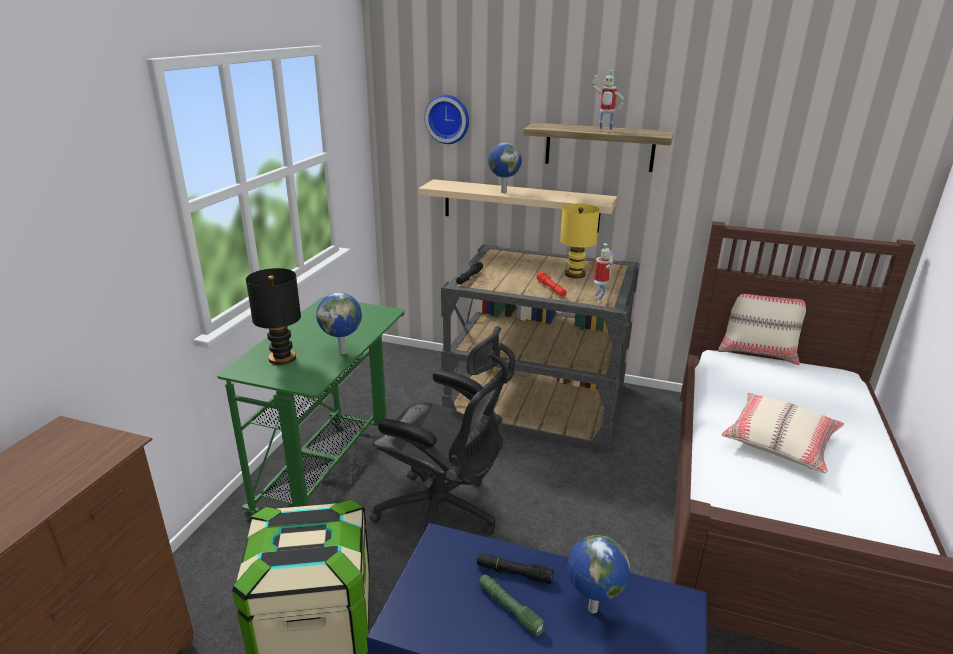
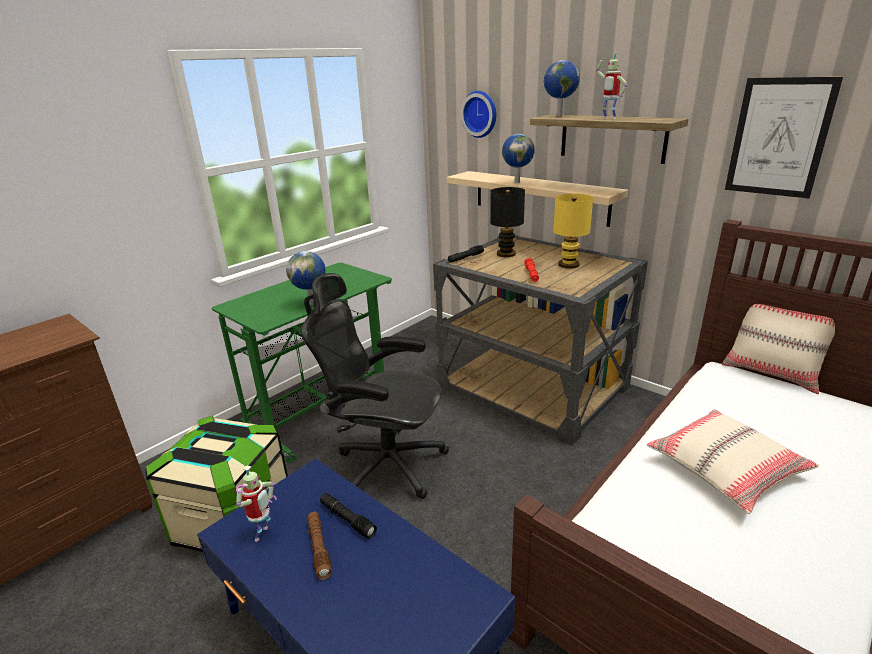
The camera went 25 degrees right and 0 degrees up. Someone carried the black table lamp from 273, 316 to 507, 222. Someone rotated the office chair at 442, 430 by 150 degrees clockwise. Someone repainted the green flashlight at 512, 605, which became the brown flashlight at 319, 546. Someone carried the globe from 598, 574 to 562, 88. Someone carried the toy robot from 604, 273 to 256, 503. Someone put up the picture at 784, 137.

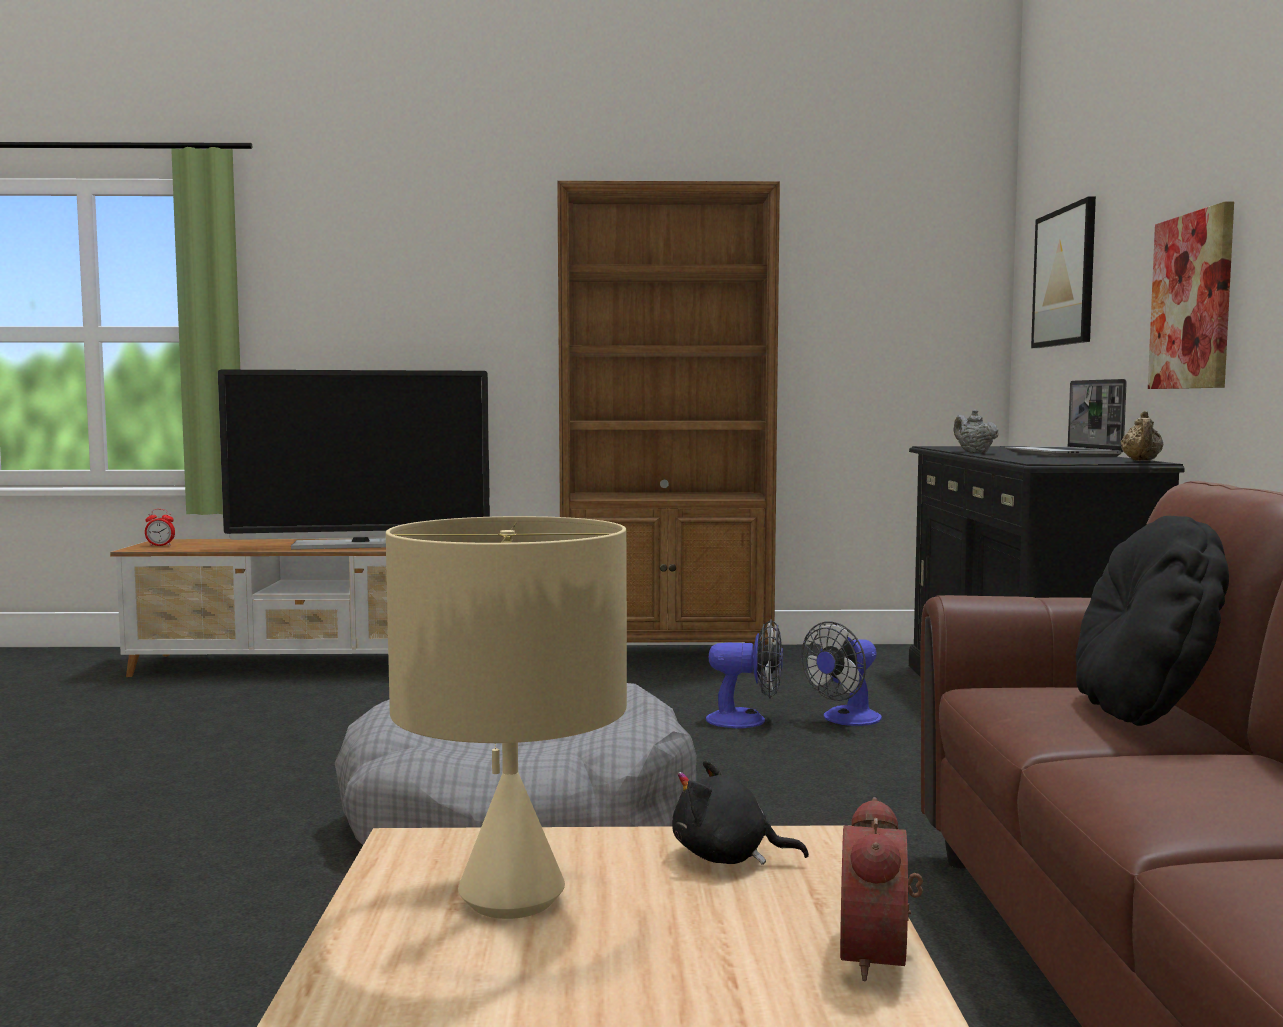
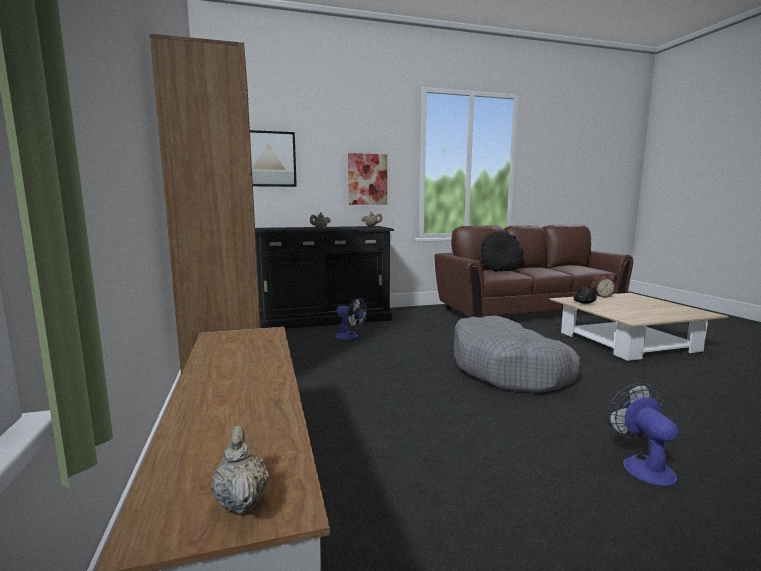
The camera went 105 degrees left and 5 degrees up. Someone swapped the alarm clock at 160, 527 for the beige teapot at 240, 469. Someone took away the television at 354, 460. Someone took away the beige table lamp at 506, 717. Someone carried the fan from 744, 673 to 643, 434. Someone took away the laptop at 1066, 418.

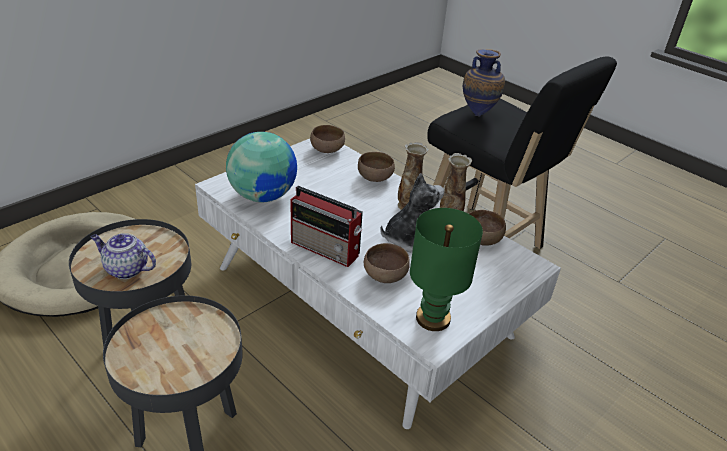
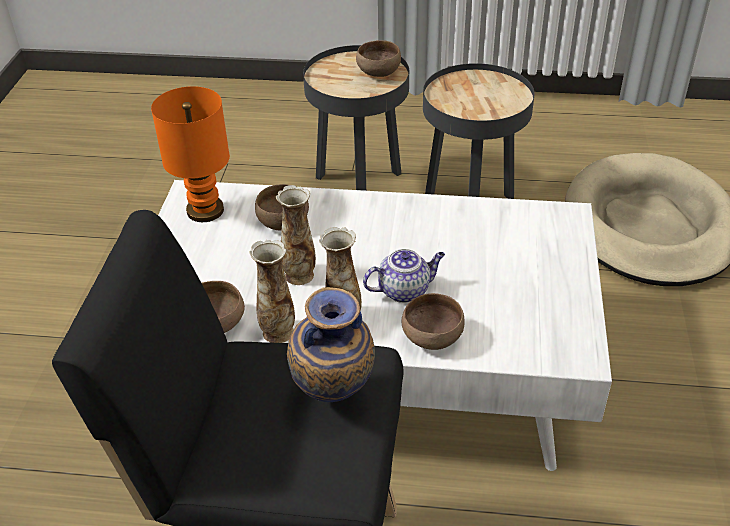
The camera went 145 degrees right and 5 degrees up. Someone carried the teapot from 123, 256 to 404, 276. Someone took away the globe at 261, 167. Someone took away the radio at 326, 226. Someone carried the brown bowl from 327, 139 to 378, 58. Someone swapped the plush toy at 412, 212 for the vase at 296, 235. Someone repainted the green table lamp at 446, 269, which became the orange table lamp at 190, 154.

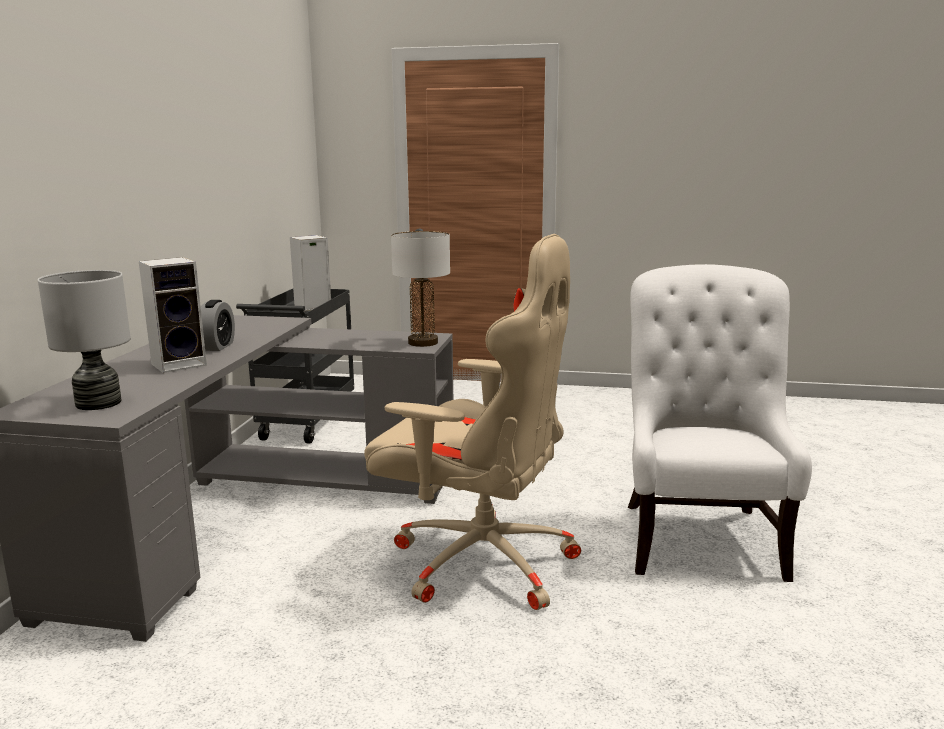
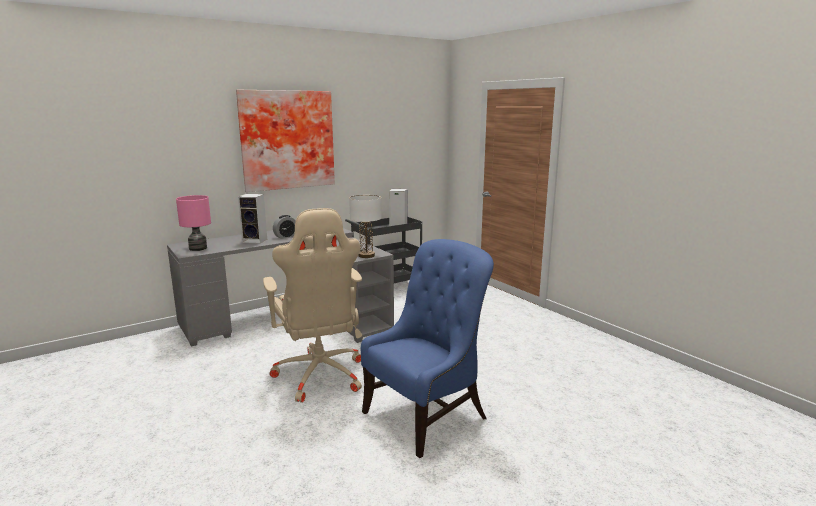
The camera went 45 degrees right and 0 degrees up. Someone repainted the grey table lamp at 84, 340, which became the pink table lamp at 193, 223. Someone repainted the white chair at 720, 423, which became the blue chair at 427, 348. Someone put up the picture at 285, 141.

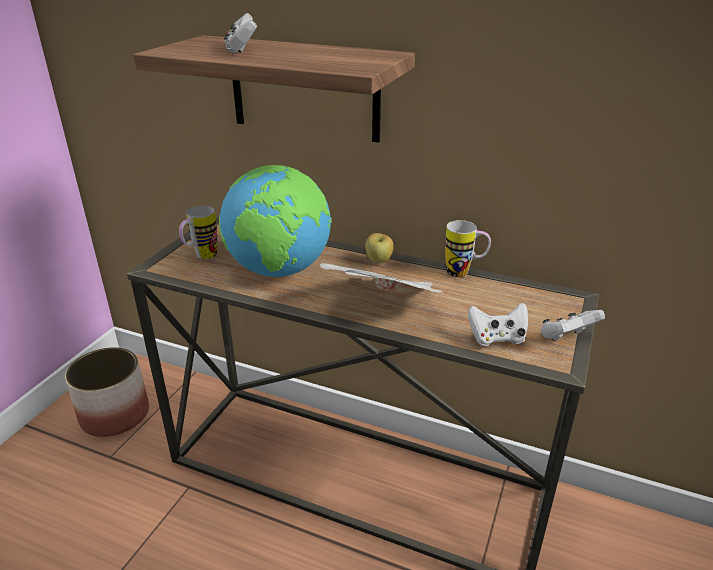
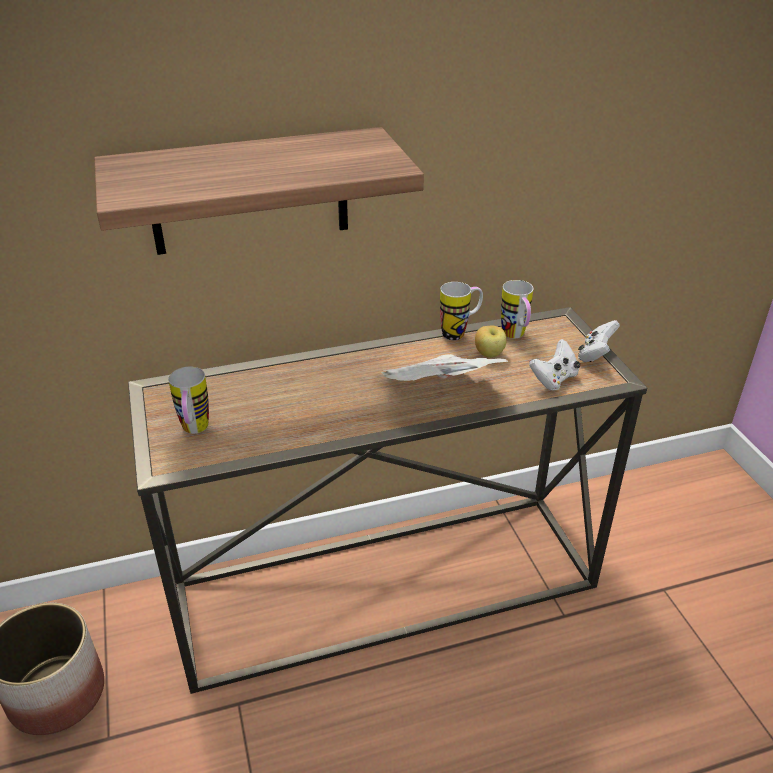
The camera went 40 degrees left and 5 degrees up. Someone took away the globe at 275, 221. Someone took away the white game controller at 240, 33. Someone carried the apple from 379, 248 to 490, 342. Someone put down the mug at 517, 309.

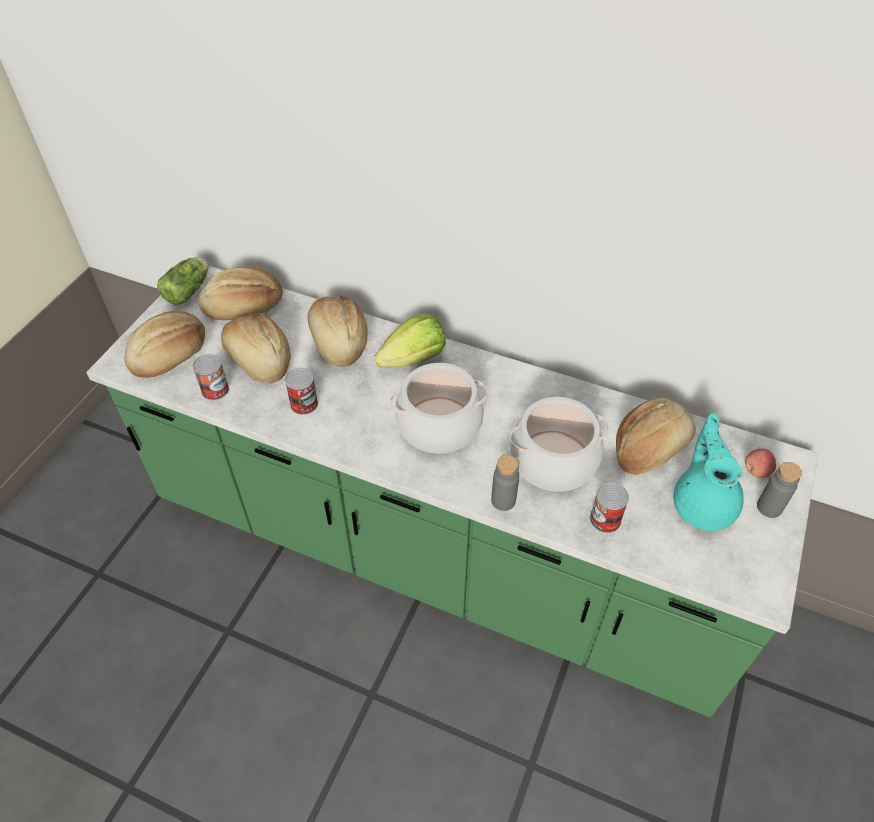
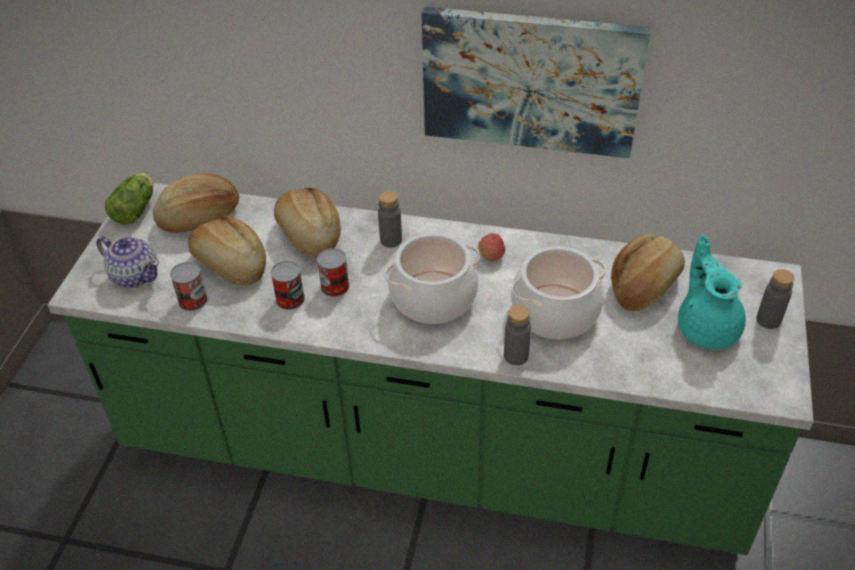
The camera went 10 degrees left and 5 degrees down. Someone swapped the bread at 164, 344 for the teapot at 127, 262. Someone swapped the lettuce at 410, 340 for the grey bottle at 390, 219. Someone carried the can from 609, 507 to 333, 272. Someone carried the apple from 760, 463 to 491, 247. Someone put up the picture at 536, 82.

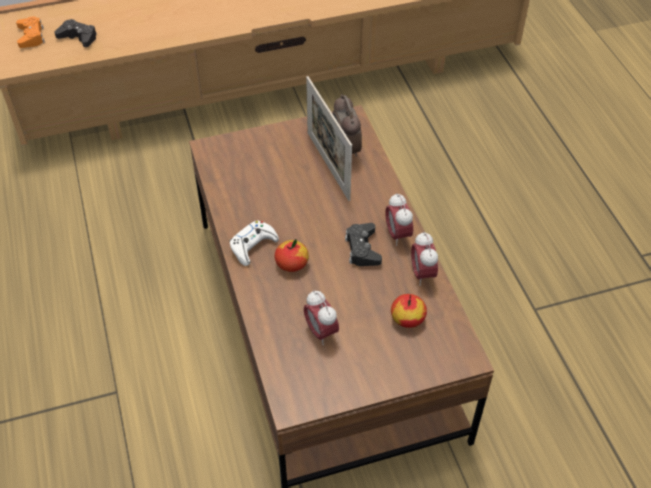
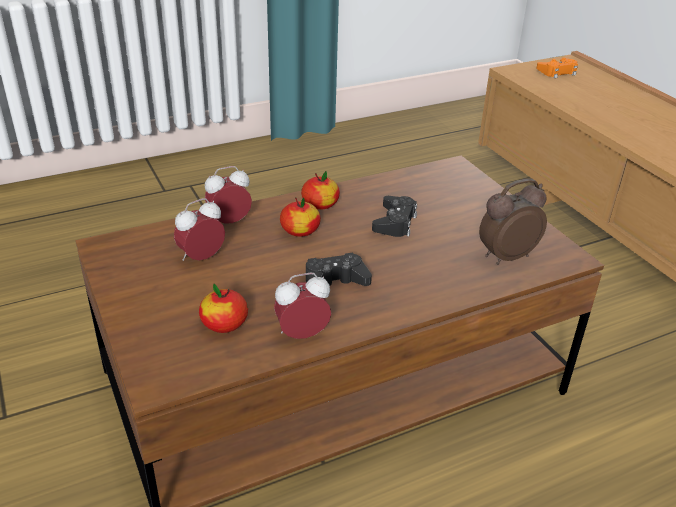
The camera went 80 degrees right and 15 degrees down. Someone carried the black game controller from 75, 33 to 394, 216. Someone swapped the white game controller at 254, 243 for the apple at 320, 190. Someone took away the picture frame at 329, 138. Someone carried the alarm clock from 399, 219 to 228, 195.

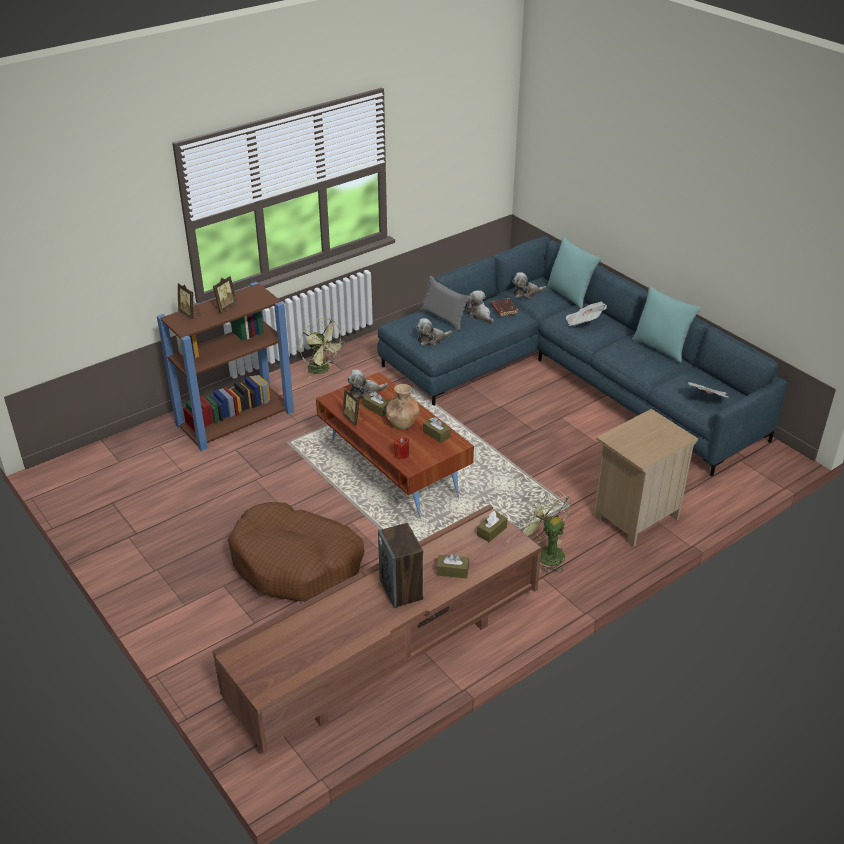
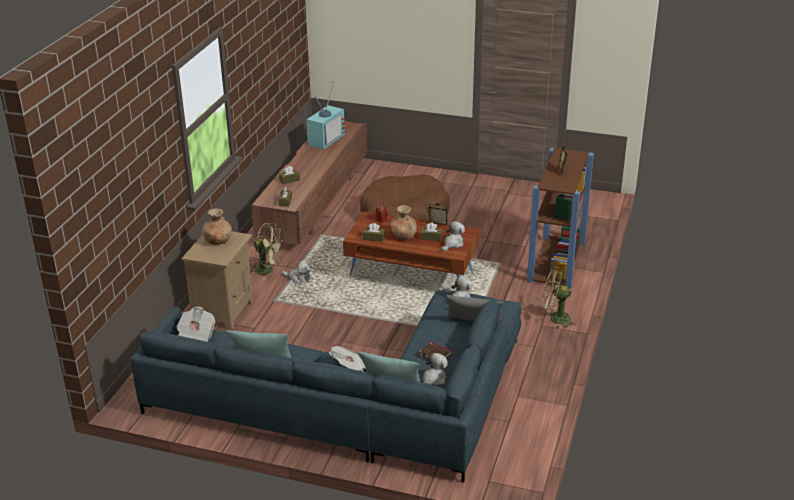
The camera went 145 degrees right and 5 degrees down. Someone took away the picture frame at 189, 301. Someone took away the speaker at 400, 565. Someone carried the plush toy from 480, 306 to 296, 271. Someone put down the brown vase at 217, 227. Someone put down the television at 325, 115.

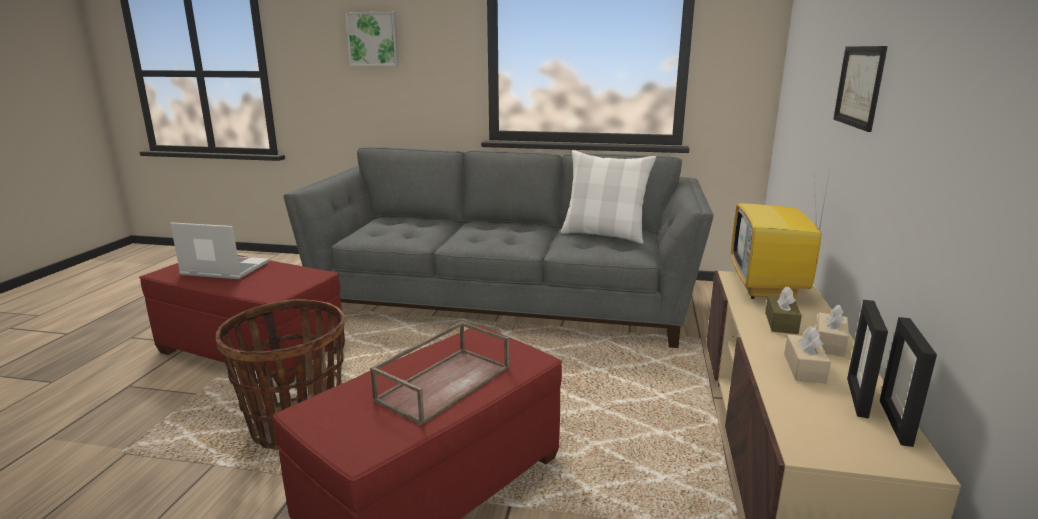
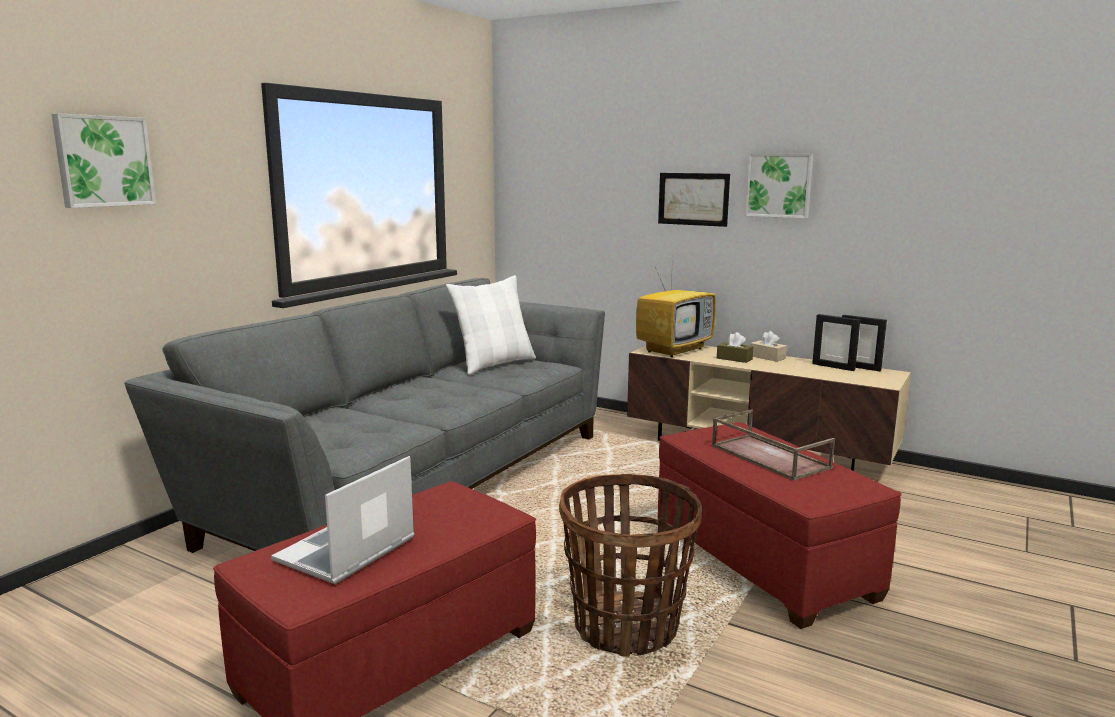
The camera went 70 degrees left and 5 degrees down. Someone rotated the television at 780, 234 by 75 degrees counterclockwise. Someone took away the beige tissue box at 807, 354. Someone put up the picture at 779, 186.

